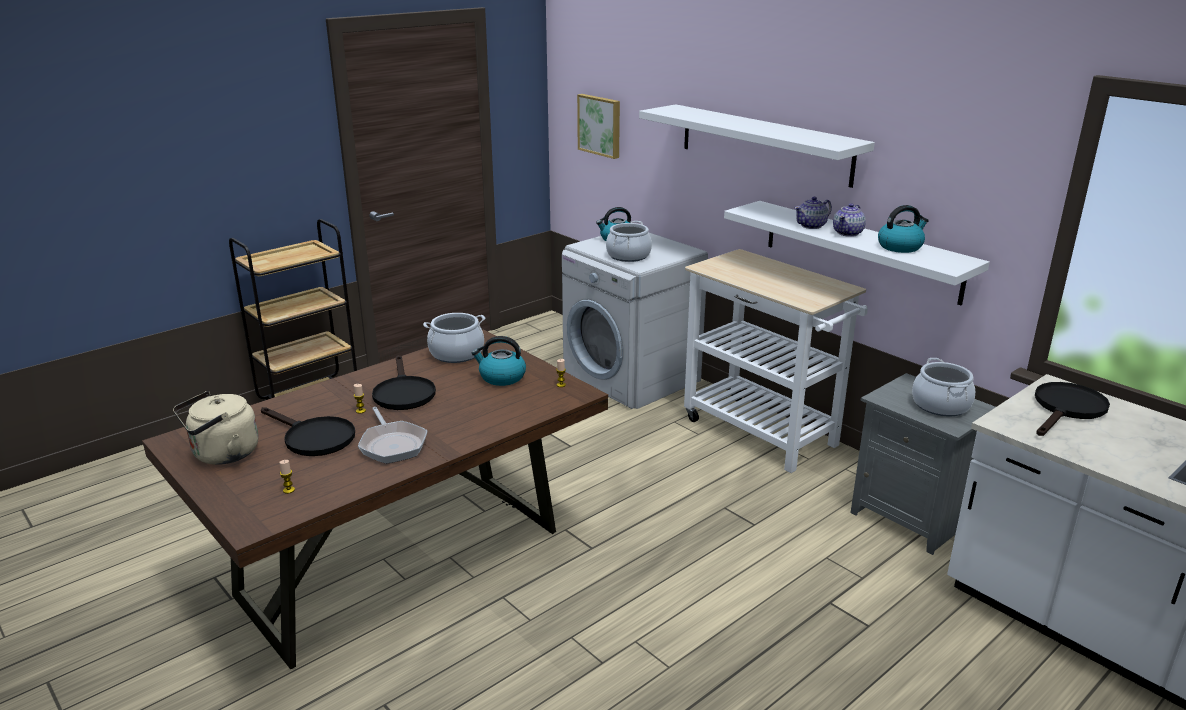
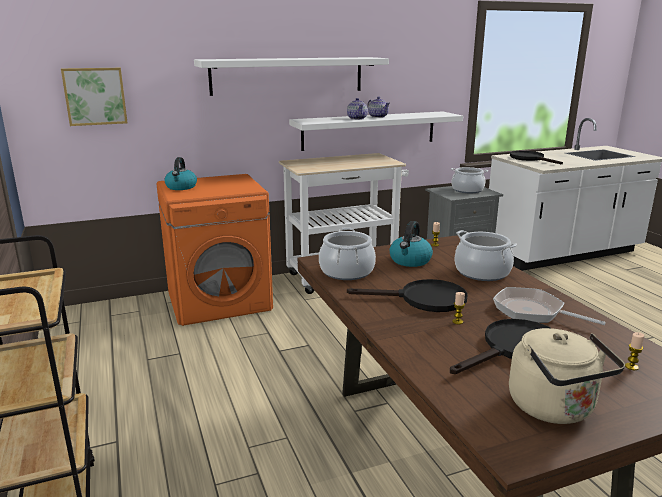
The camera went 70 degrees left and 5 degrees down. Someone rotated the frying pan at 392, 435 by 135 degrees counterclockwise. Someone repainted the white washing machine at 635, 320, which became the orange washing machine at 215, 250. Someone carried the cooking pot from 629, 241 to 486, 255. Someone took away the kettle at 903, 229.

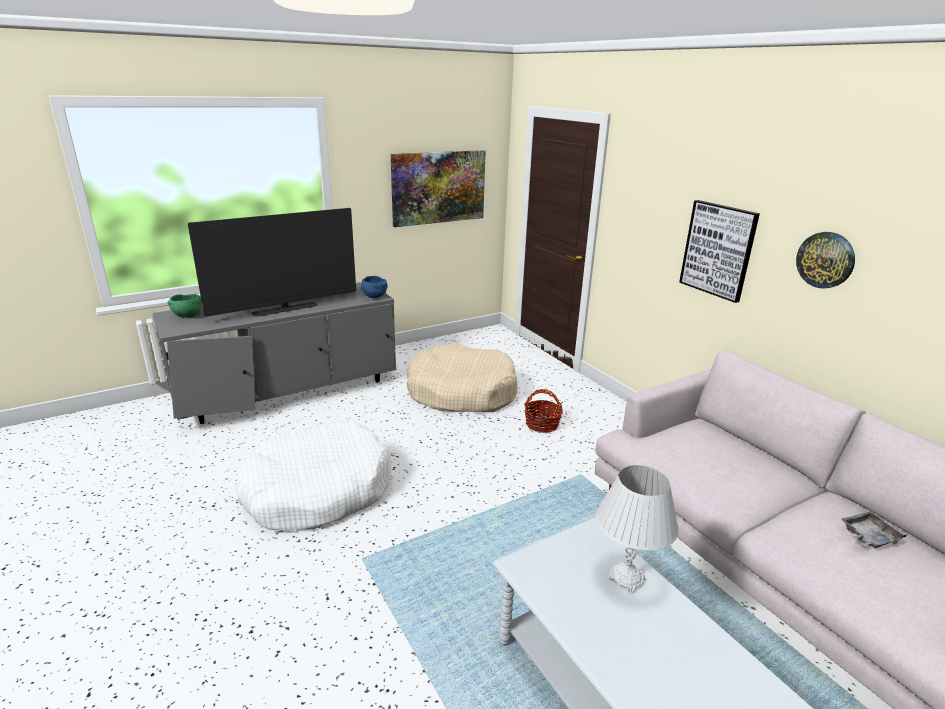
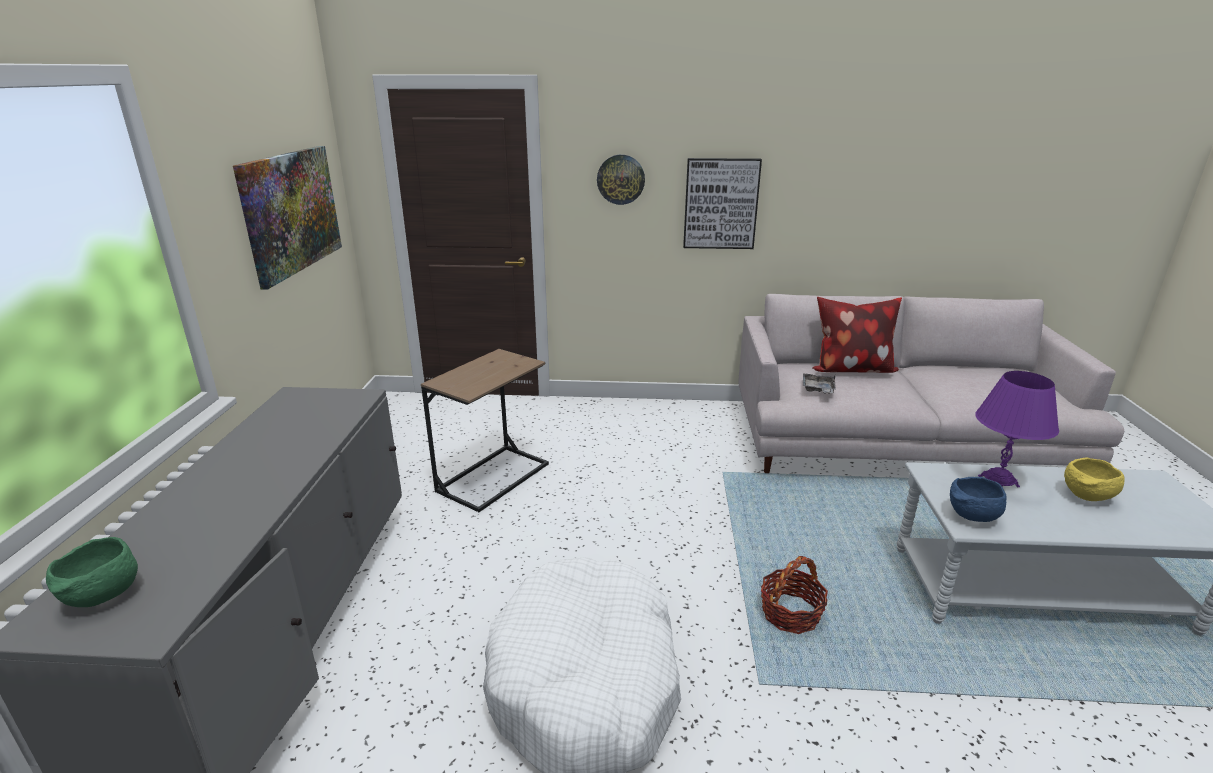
The camera went 55 degrees left and 0 degrees up. Someone took away the television at 272, 262. Someone carried the blue bowl from 374, 287 to 978, 499. Someone swapped the beige dog bed at 462, 378 for the brown side table at 485, 430. Someone carried the basket from 543, 411 to 794, 595. Someone repainted the white table lamp at 637, 530, which became the purple table lamp at 1017, 429. Someone carried the wall clock from 825, 260 to 621, 180. Someone carried the grey tray from 874, 530 to 819, 383. Someone put down the pillow at 857, 335. Someone put down the yellow bowl at 1094, 479.

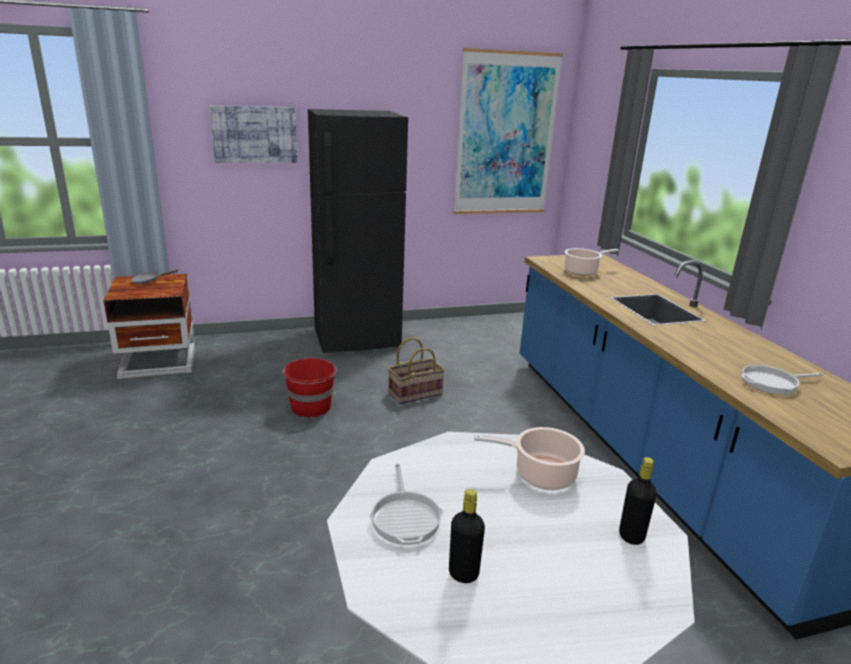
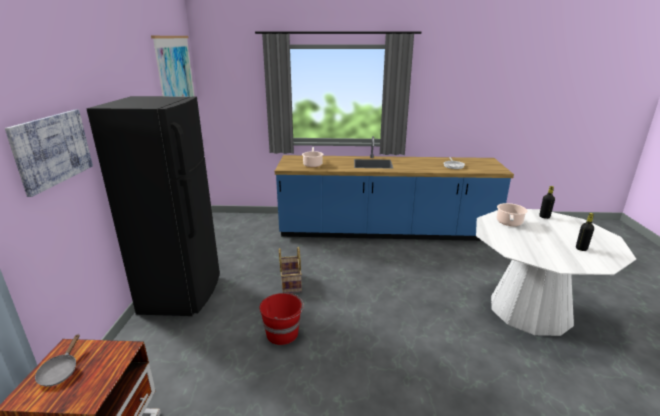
The camera went 70 degrees left and 0 degrees up. Someone took away the frying pan at 406, 504.

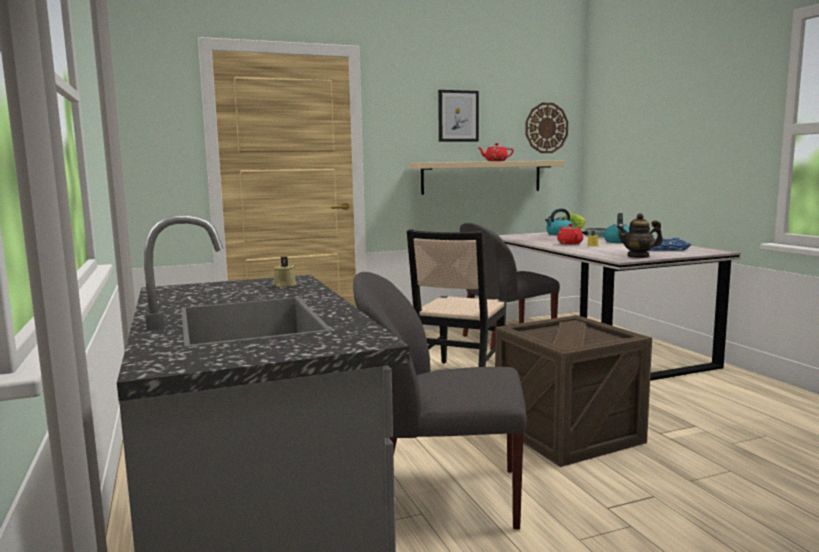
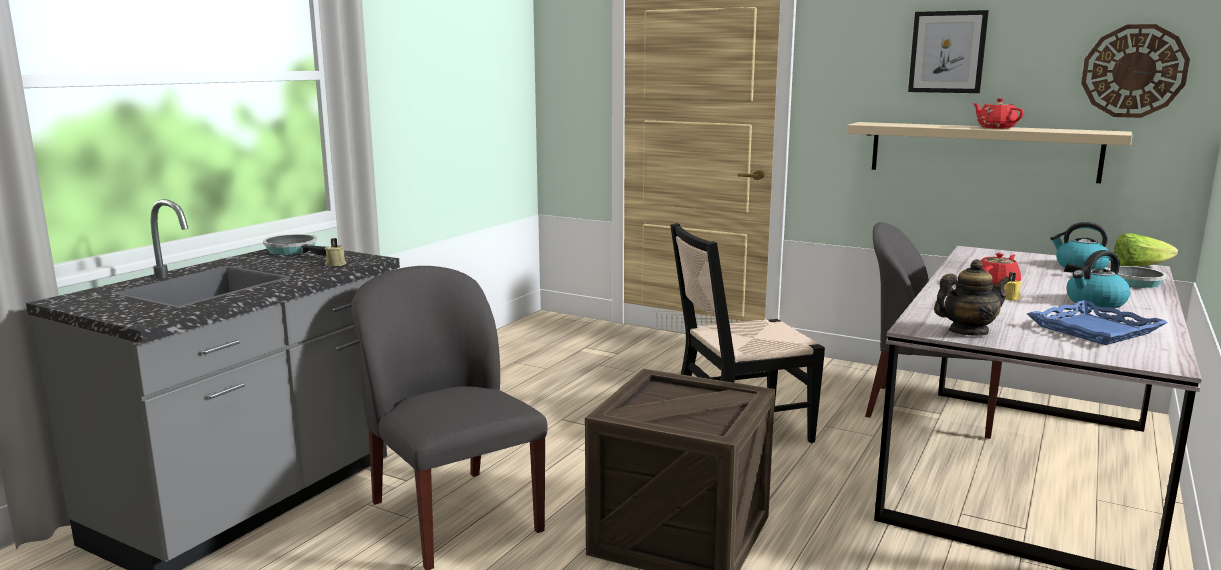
The camera went 50 degrees right and 5 degrees up. Someone rotated the teapot at 639, 235 by 120 degrees clockwise. Someone put down the frying pan at 294, 245.

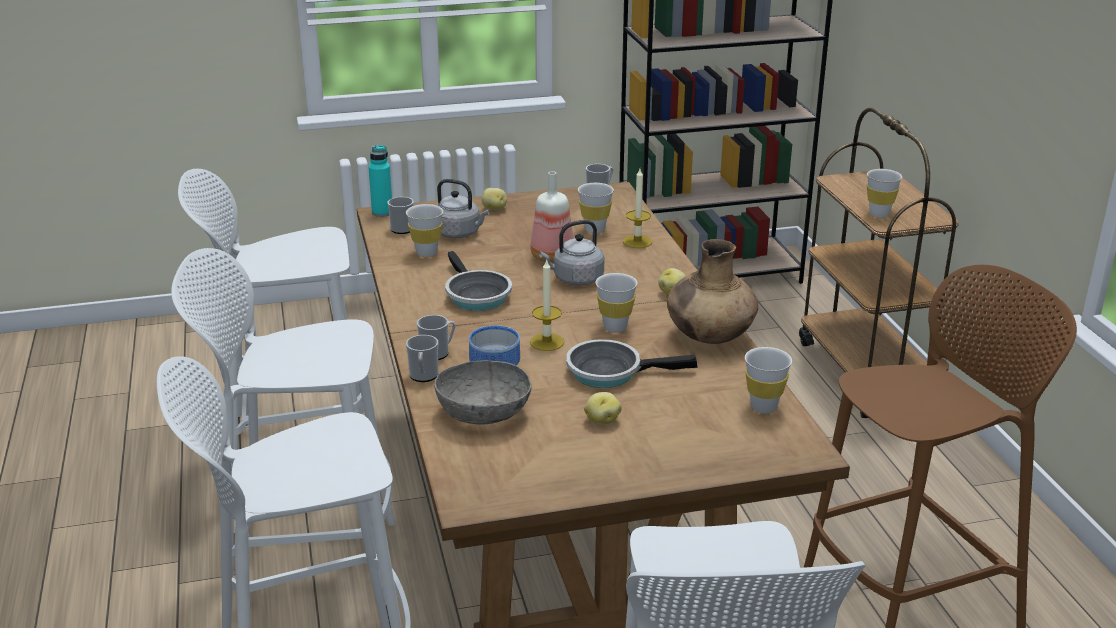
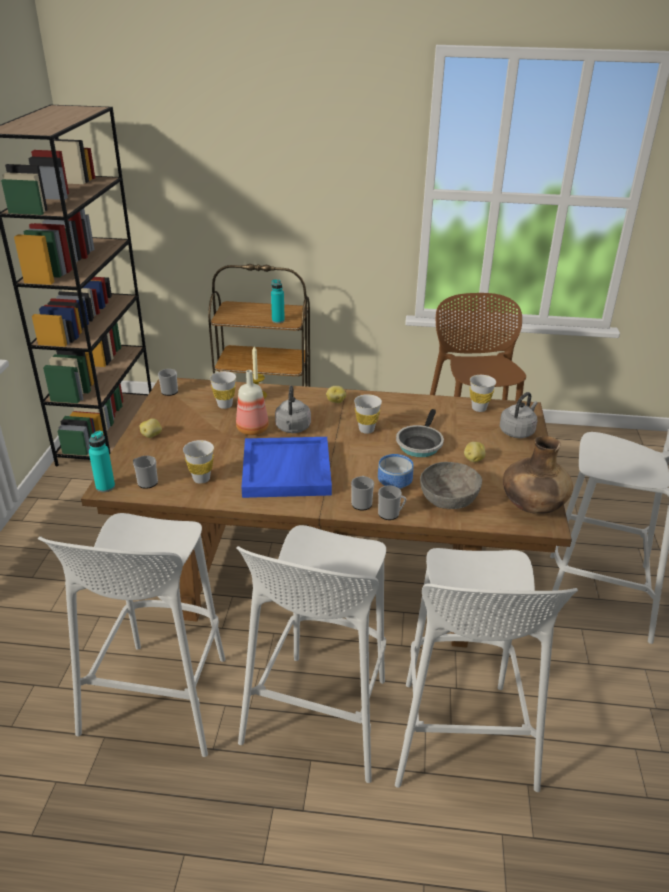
The camera went 70 degrees left and 5 degrees up. Someone carried the grey kettle from 462, 208 to 518, 415. Someone swapped the frying pan at 478, 281 for the blue tray at 286, 467. Someone took away the candle at 547, 305. Someone carried the brown vase from 712, 291 to 538, 475. Someone swapped the white cup at 884, 193 for the turquoise bottle at 278, 301.

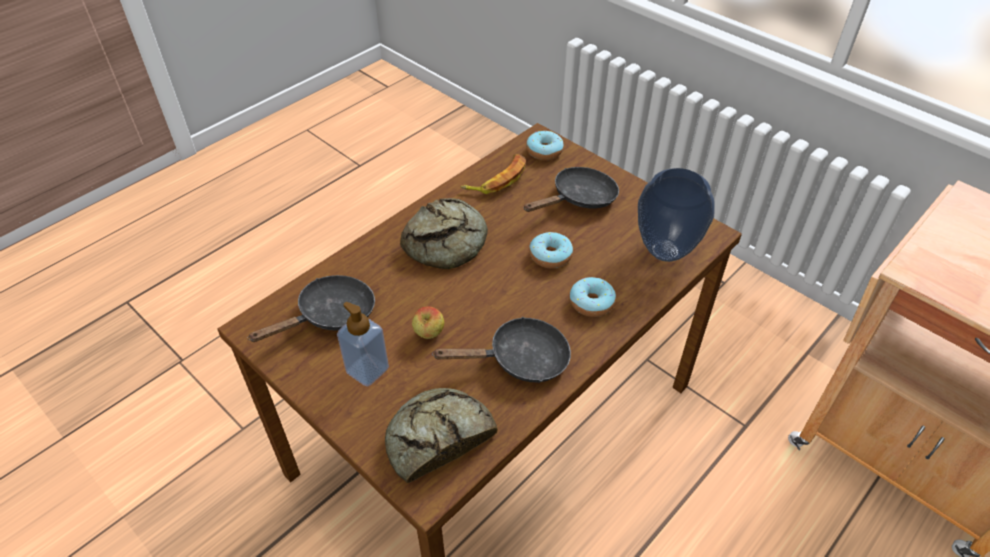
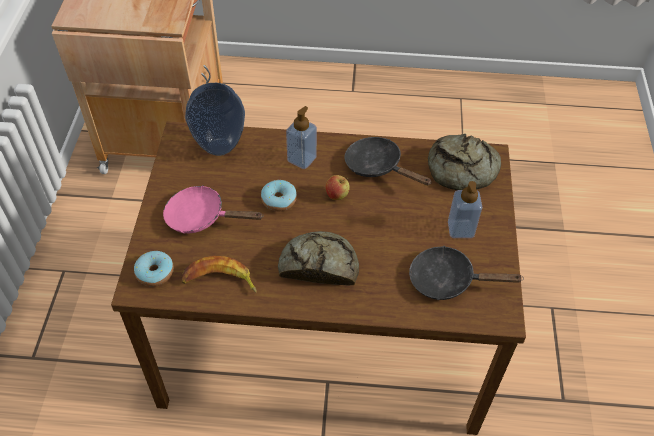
The camera went 130 degrees left and 5 degrees up. Someone carried the apple from 428, 322 to 338, 187. Someone repainted the black frying pan at 571, 189, which became the pink frying pan at 213, 209. Someone swapped the donut at 593, 297 for the soap dispenser at 301, 137.

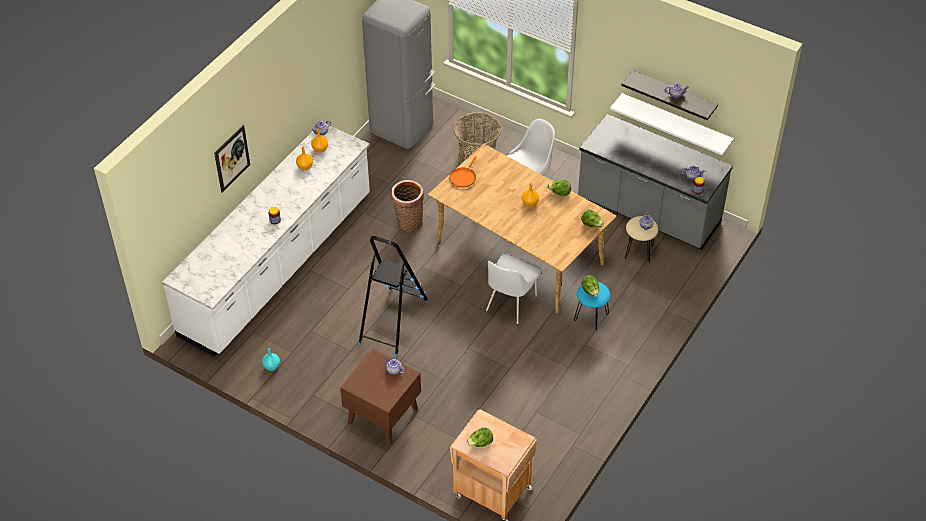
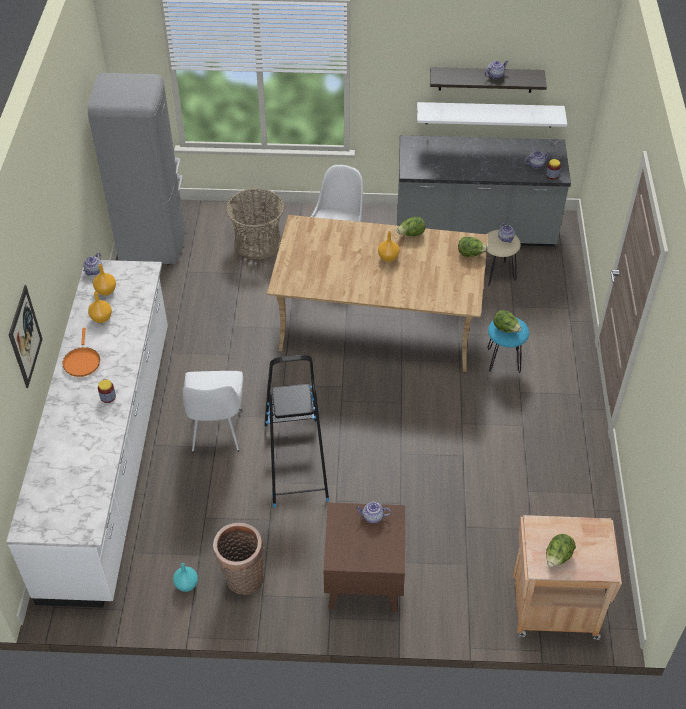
The camera went 30 degrees left and 0 degrees up. Someone carried the basket from 408, 206 to 238, 559. Someone carried the orange frying pan from 463, 172 to 81, 352. Someone carried the white chair from 514, 289 to 213, 412.

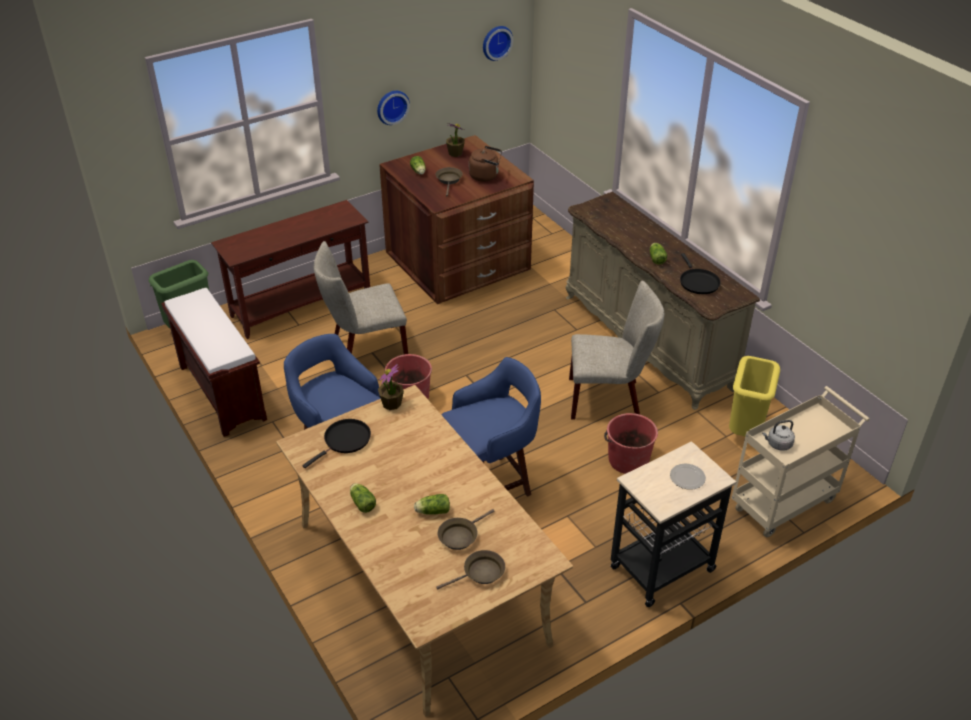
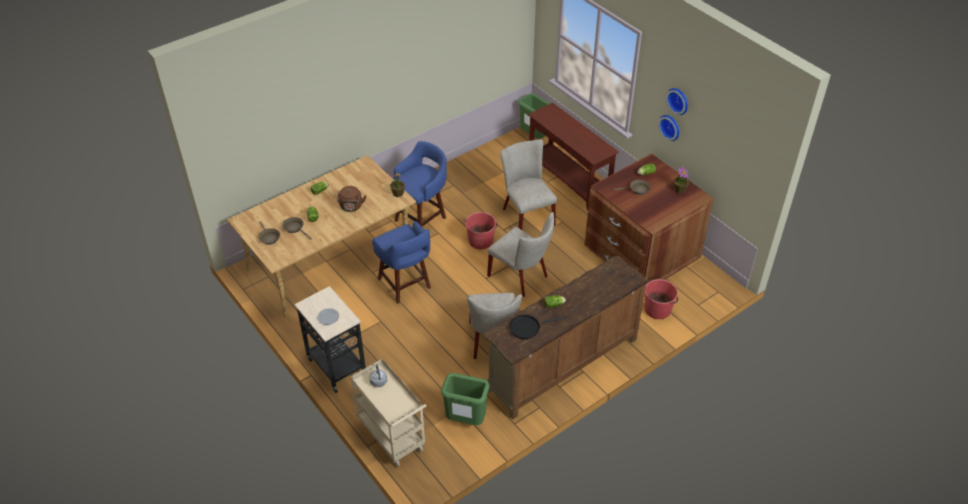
The camera went 85 degrees right and 5 degrees up. Someone took away the brown bench at 214, 362. Someone took away the black frying pan at 336, 443. Someone carried the brown kettle from 485, 164 to 351, 199. Someone carried the wall clock from 498, 43 to 677, 101. Someone carried the red bucket from 631, 443 to 661, 299. Someone repainted the yellow trash can at 754, 396, which became the green trash can at 465, 399. Someone put down the beige chair at 520, 254.

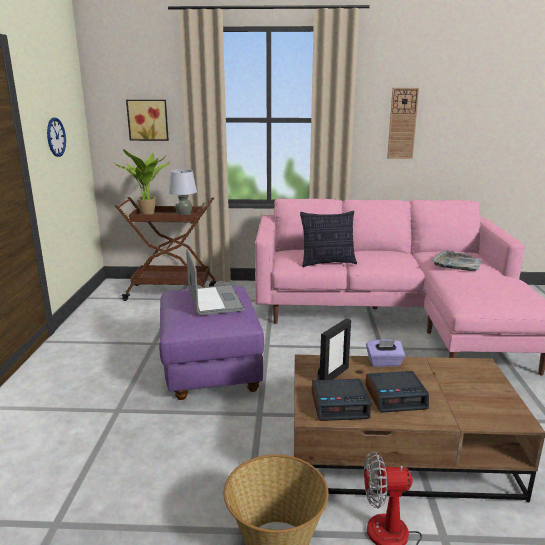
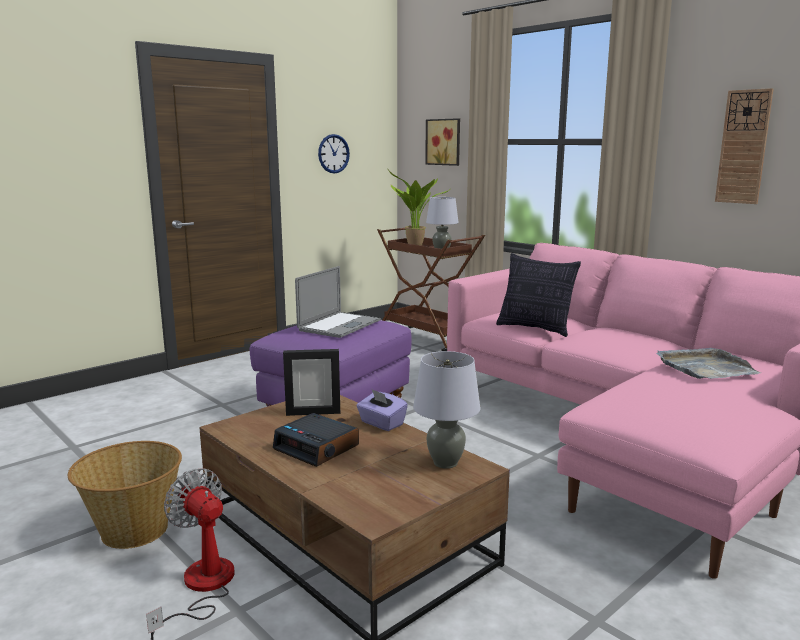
The camera went 45 degrees right and 5 degrees down. Someone took away the alarm clock at 341, 400. Someone put down the grey table lamp at 446, 410.

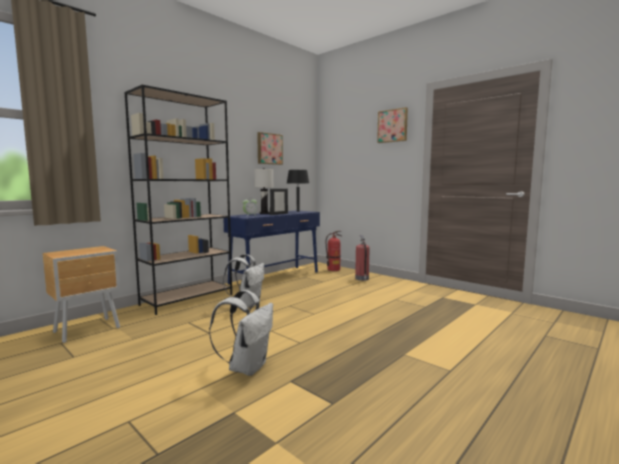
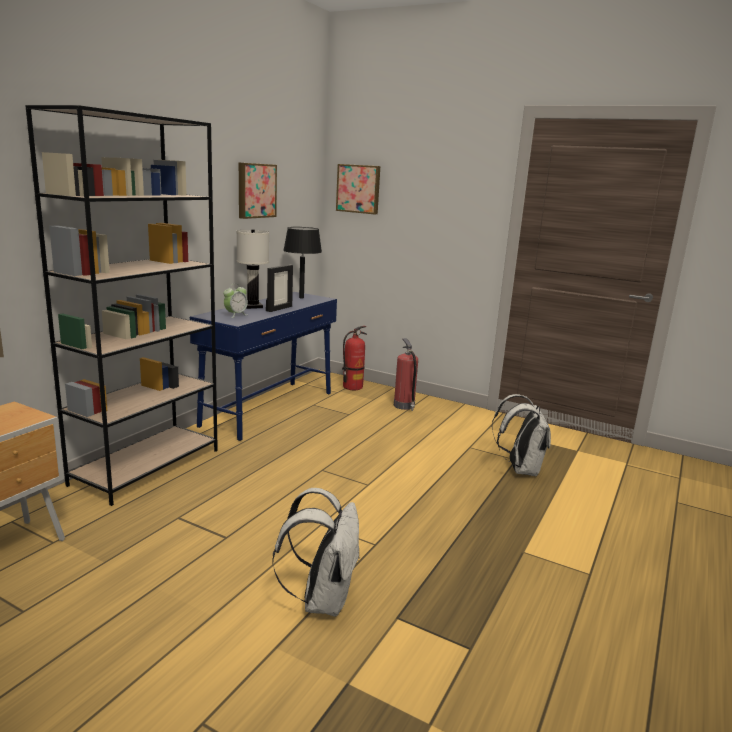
The camera went 15 degrees left and 10 degrees up. Someone carried the white backpack from 243, 281 to 521, 435. Someone carried the picture from 392, 125 to 358, 189.

